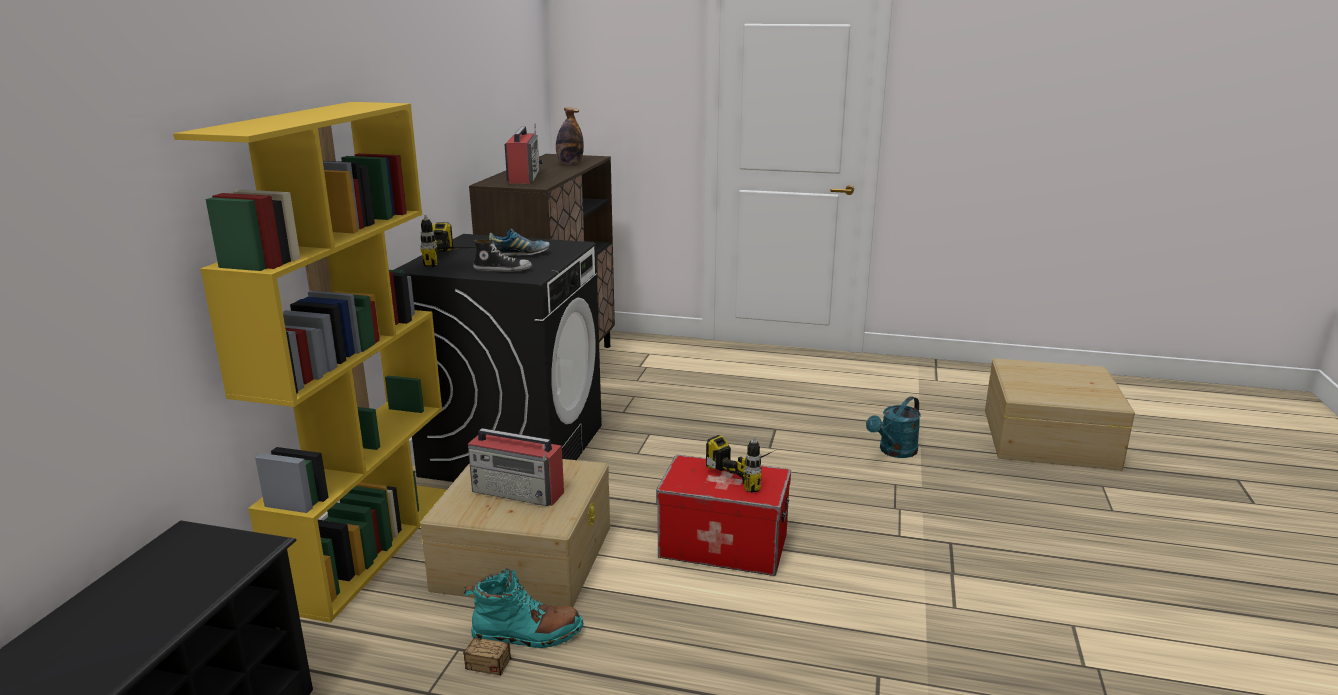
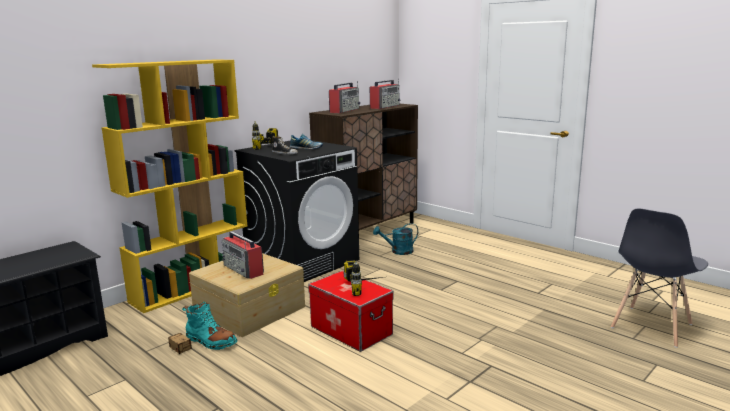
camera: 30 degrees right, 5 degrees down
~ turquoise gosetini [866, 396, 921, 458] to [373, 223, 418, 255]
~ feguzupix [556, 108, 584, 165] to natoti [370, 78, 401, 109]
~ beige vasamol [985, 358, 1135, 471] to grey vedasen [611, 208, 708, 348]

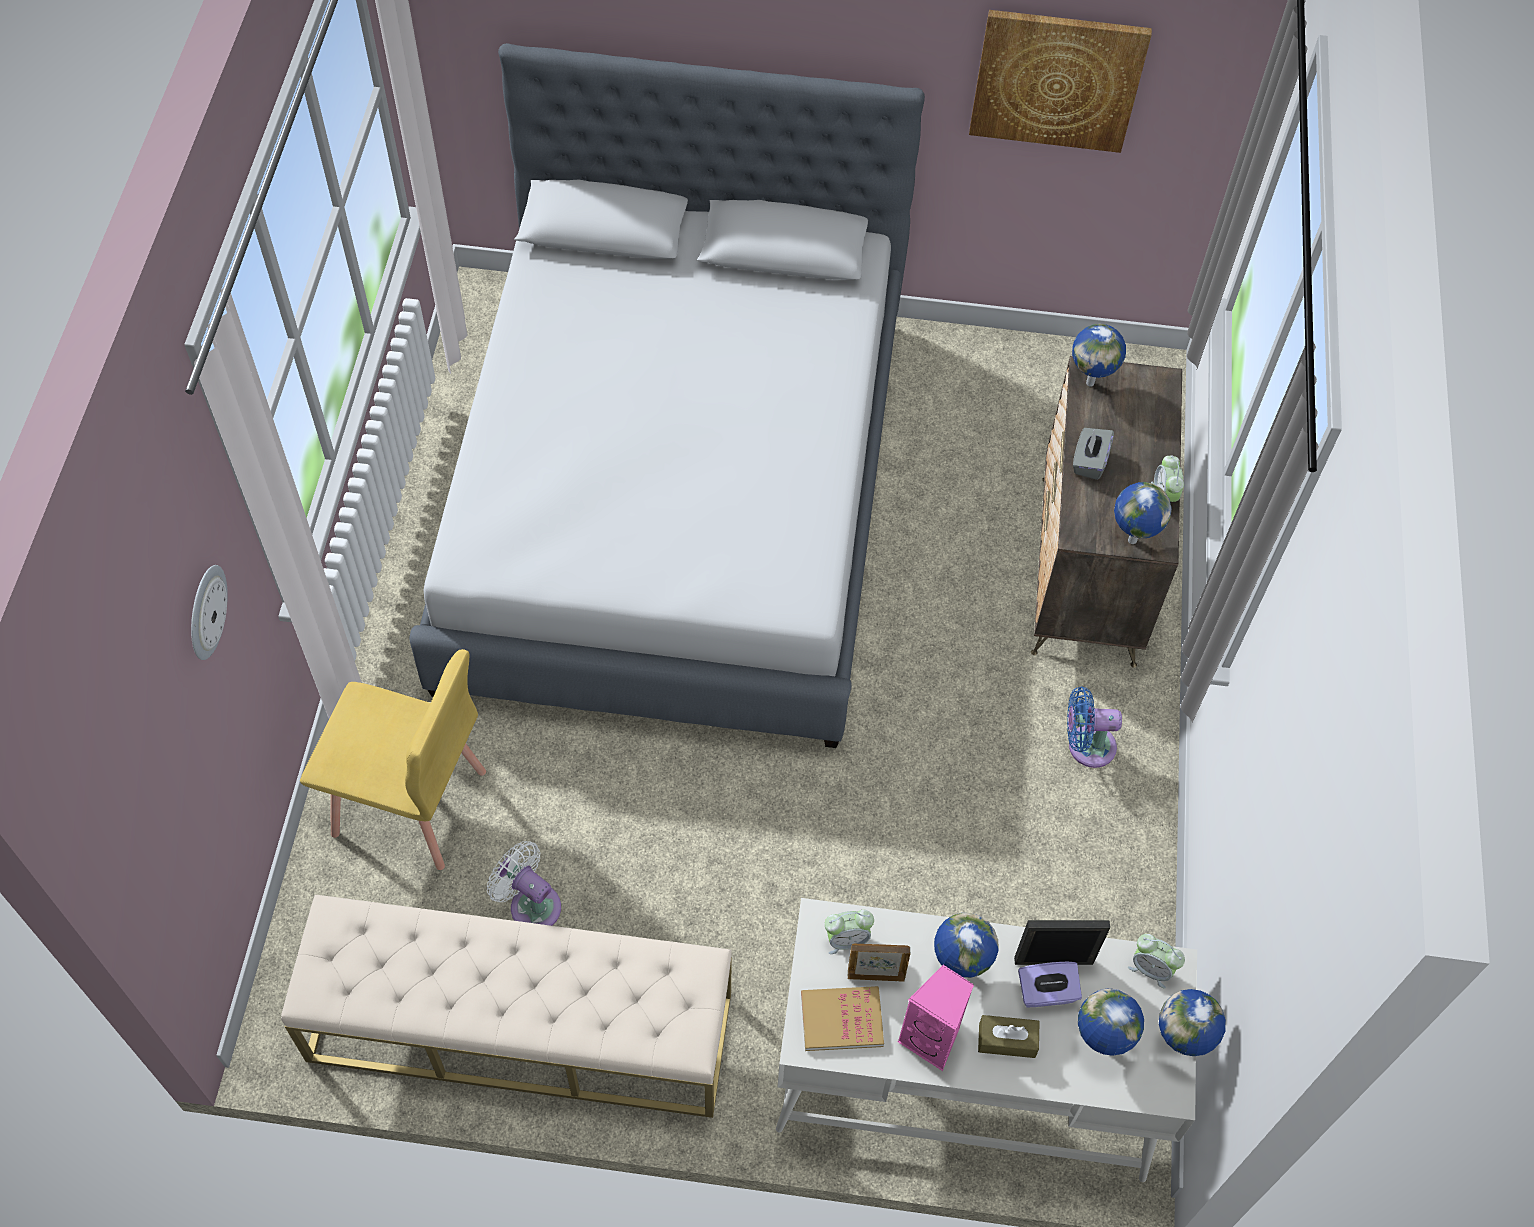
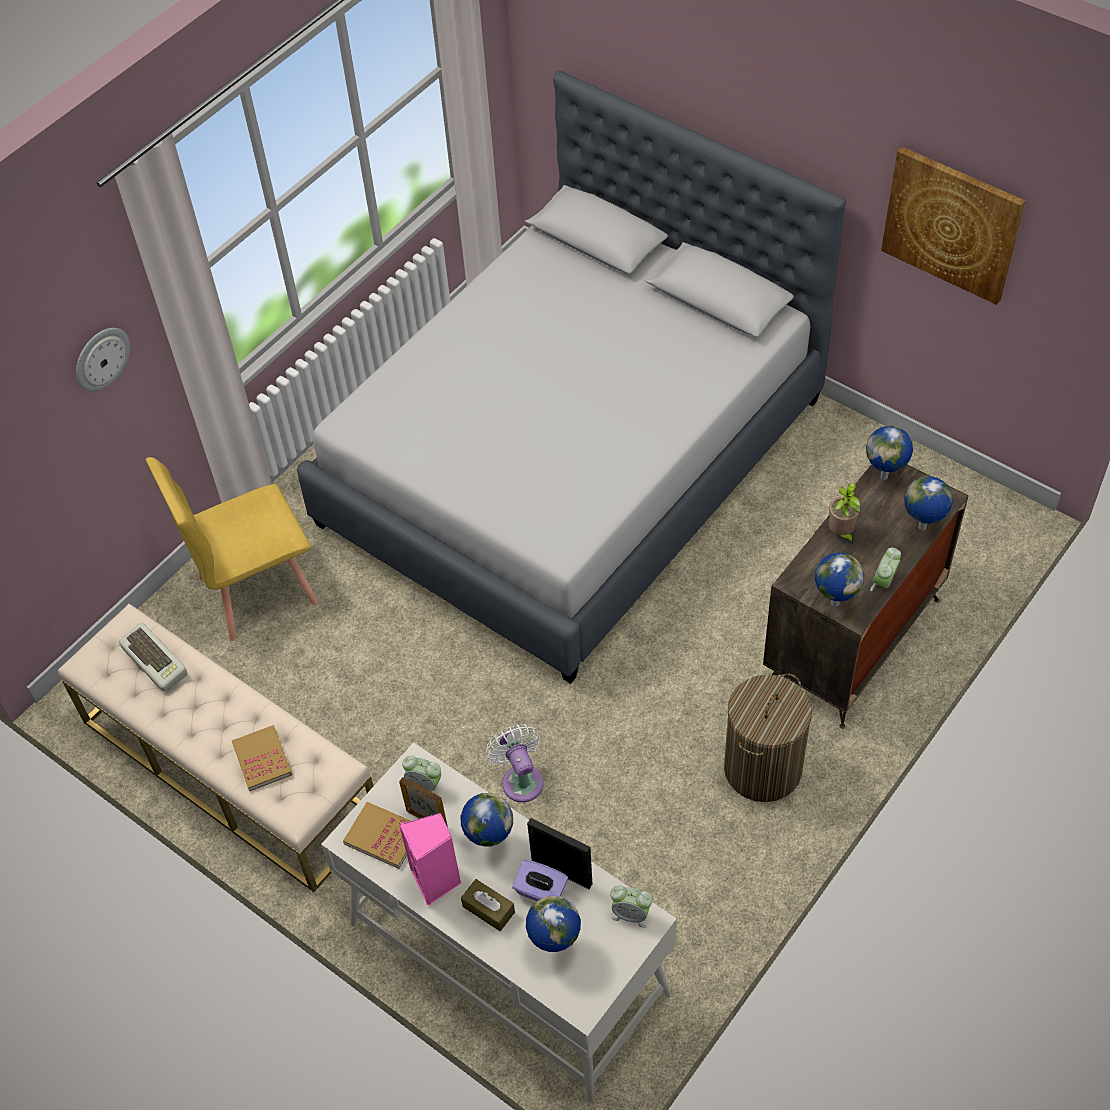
camera: 35 degrees right, 5 degrees down
+ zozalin [119, 623, 187, 691]
+ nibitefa [232, 725, 292, 791]
~ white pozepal [487, 841, 561, 926] to [486, 724, 544, 802]
~ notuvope [1159, 989, 1226, 1056] to [904, 476, 953, 530]
~ blue pozepal [1067, 686, 1122, 768] to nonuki [724, 674, 812, 802]
~ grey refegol [1073, 428, 1114, 480] to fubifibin [829, 483, 861, 544]
~ yellow vedasen [300, 649, 486, 870] = [145, 457, 318, 641] 105 degrees clockwise
~ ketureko [1128, 934, 1185, 989] = [610, 885, 653, 928] 45 degrees counterclockwise

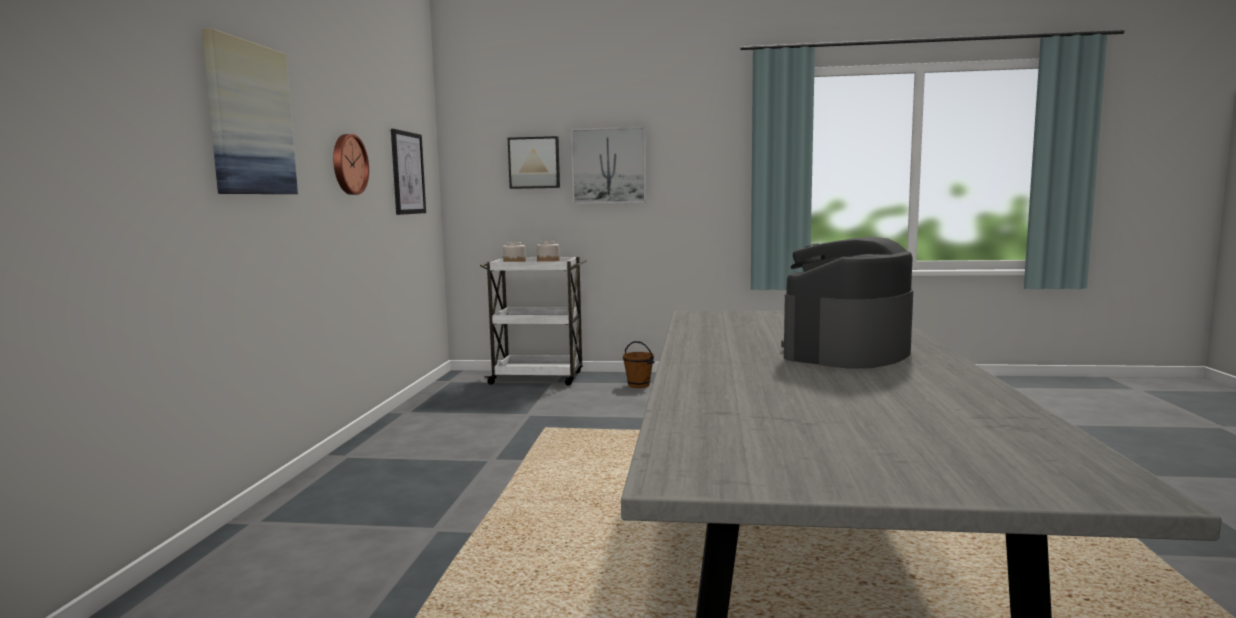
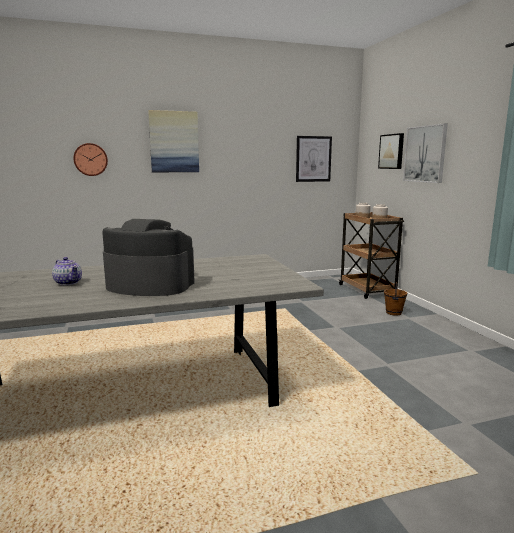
camera: 65 degrees right, 5 degrees up
+ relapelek [52, 257, 82, 285]
~ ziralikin [333, 134, 369, 195] to [73, 143, 108, 176]
~ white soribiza [480, 257, 587, 386] to brown soribiza [339, 212, 404, 299]

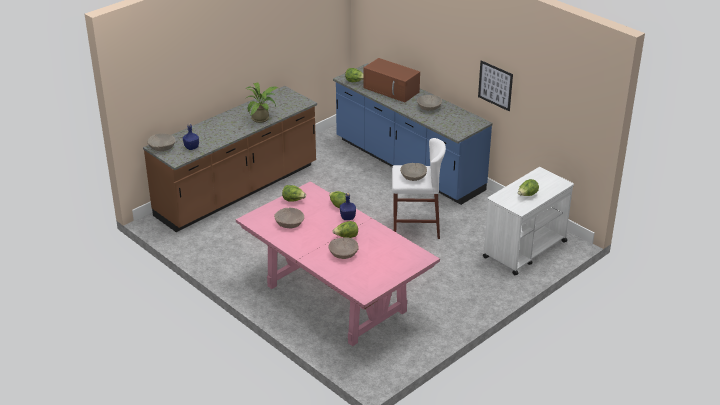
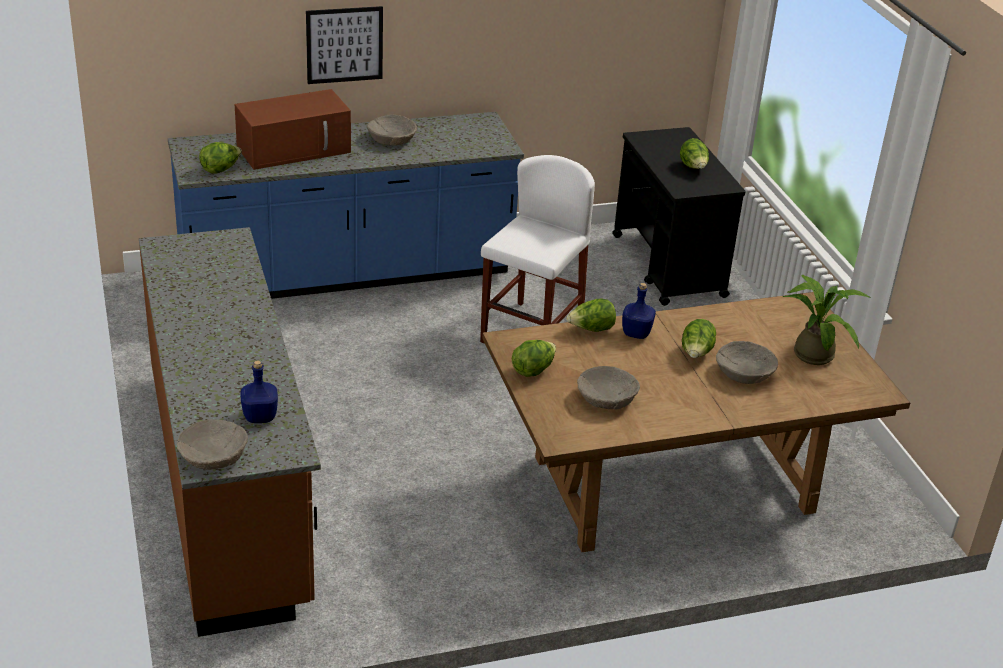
camera: 65 degrees left, 0 degrees up
- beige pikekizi [400, 163, 427, 181]
~ fubifibin [245, 83, 278, 123] to [783, 274, 871, 365]
~ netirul [478, 60, 513, 111] to [306, 6, 383, 84]
~ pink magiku [236, 181, 440, 346] to brown magiku [482, 292, 910, 552]
~ white soribiza [483, 167, 574, 275] to black soribiza [612, 127, 746, 306]

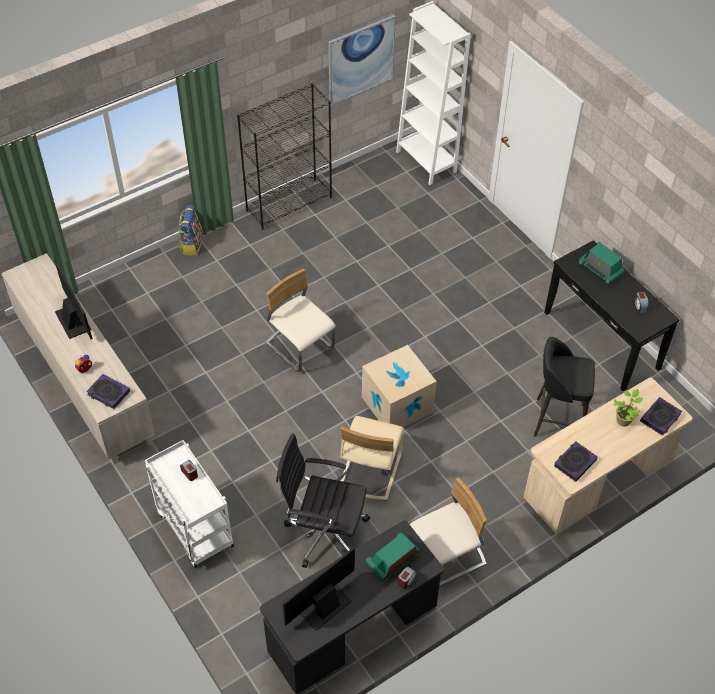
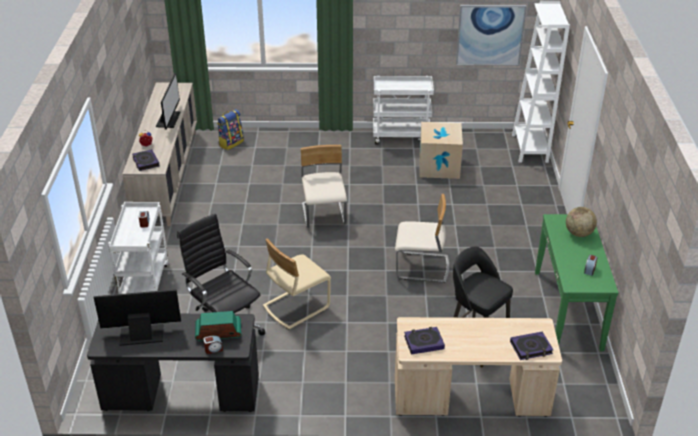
camera: 35 degrees right, 15 degrees down
- fubifibin [613, 389, 643, 427]
~ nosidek [178, 205, 203, 255] to [217, 109, 244, 150]
~ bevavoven [362, 345, 437, 427] to [419, 122, 463, 179]
~ beige vedasen [410, 477, 487, 586] to [395, 194, 449, 283]
~ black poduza [237, 83, 332, 230] to white soribiza [373, 76, 434, 145]
~ natoti [578, 242, 624, 284] to notuvope [566, 207, 597, 237]
~ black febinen [544, 240, 679, 391] to green febinen [535, 214, 619, 351]

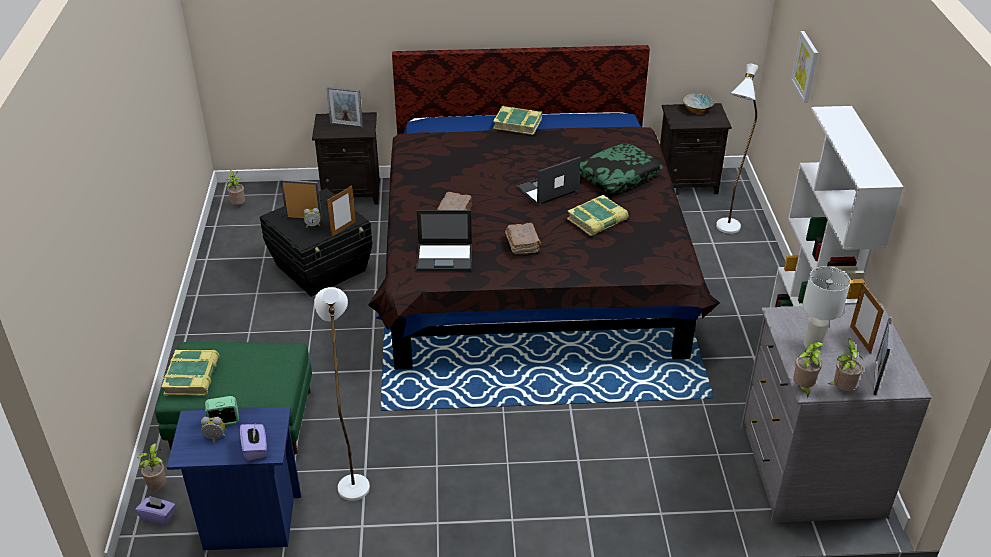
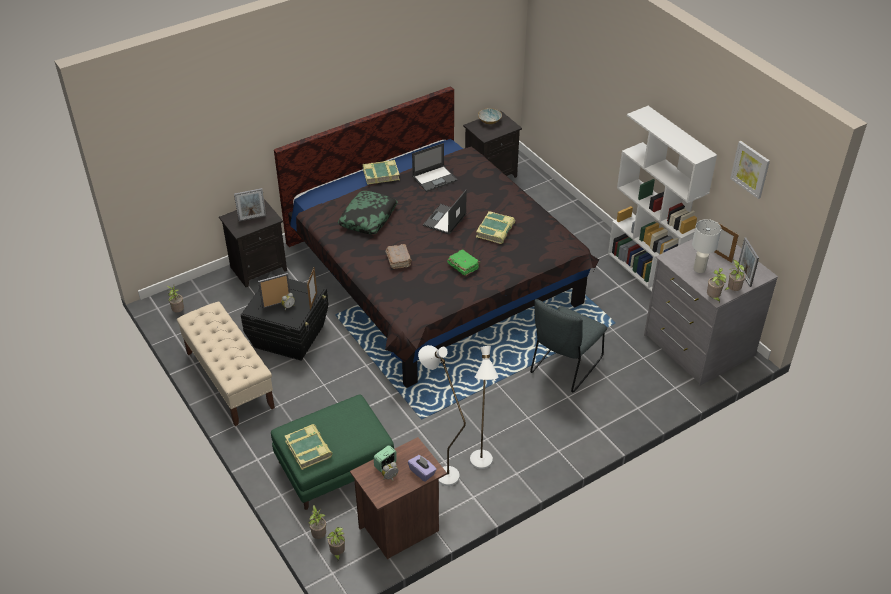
camera: 30 degrees left, 5 degrees up
+ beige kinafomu [177, 302, 275, 426]
+ grey vedasen [530, 299, 607, 393]
~ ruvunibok [416, 210, 472, 271] to [412, 143, 457, 192]
~ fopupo [580, 144, 663, 193] to [338, 191, 398, 234]
~ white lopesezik [716, 64, 758, 234] to [470, 346, 499, 469]
~ netirul [791, 31, 818, 103] to [730, 141, 770, 199]
~ purple refegol [135, 496, 176, 526] to fubifibin [326, 527, 345, 561]
~ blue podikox [167, 407, 301, 550] to brown podikox [350, 437, 447, 559]
~ brown nibitefa [505, 223, 541, 255] to green nibitefa [447, 249, 480, 276]

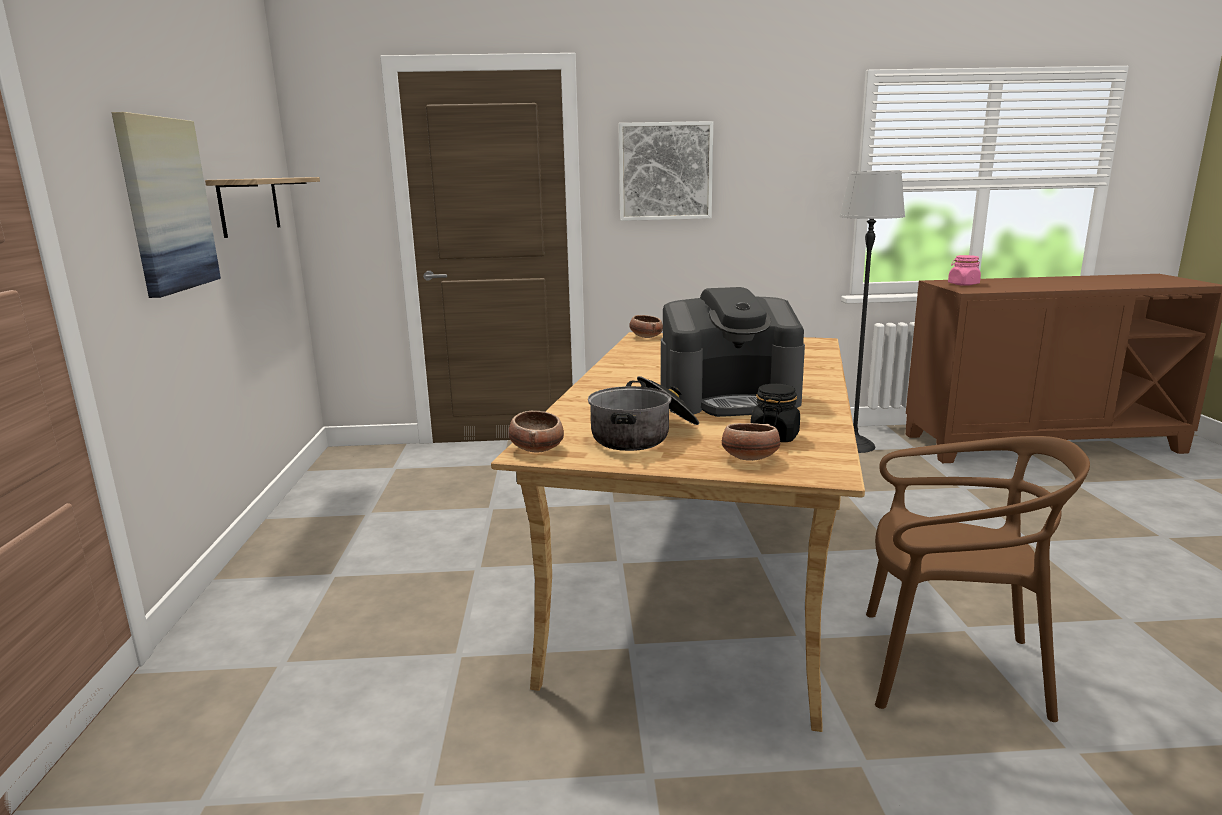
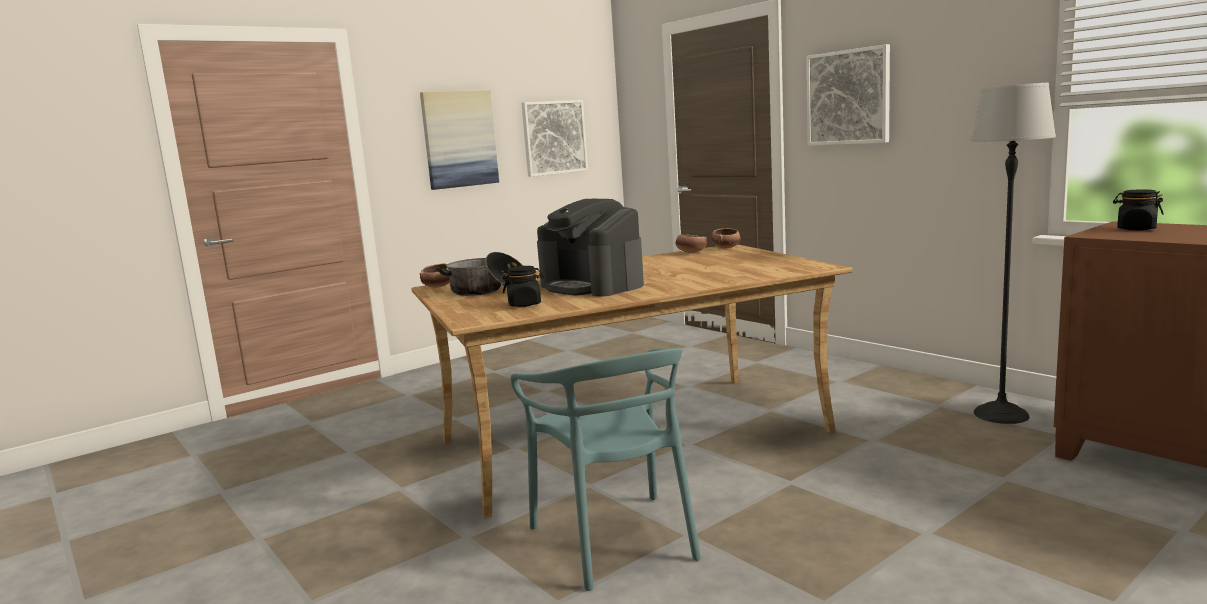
camera: 55 degrees right, 5 degrees down
~ pikekizi [722, 423, 780, 461] to [675, 235, 707, 253]
~ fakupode [205, 177, 320, 238] to netirul [521, 100, 588, 177]
~ brown vedasen [866, 436, 1090, 722] to turquoise vedasen [511, 348, 701, 591]
~ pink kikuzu [948, 255, 981, 286] to black kikuzu [1113, 190, 1164, 230]

